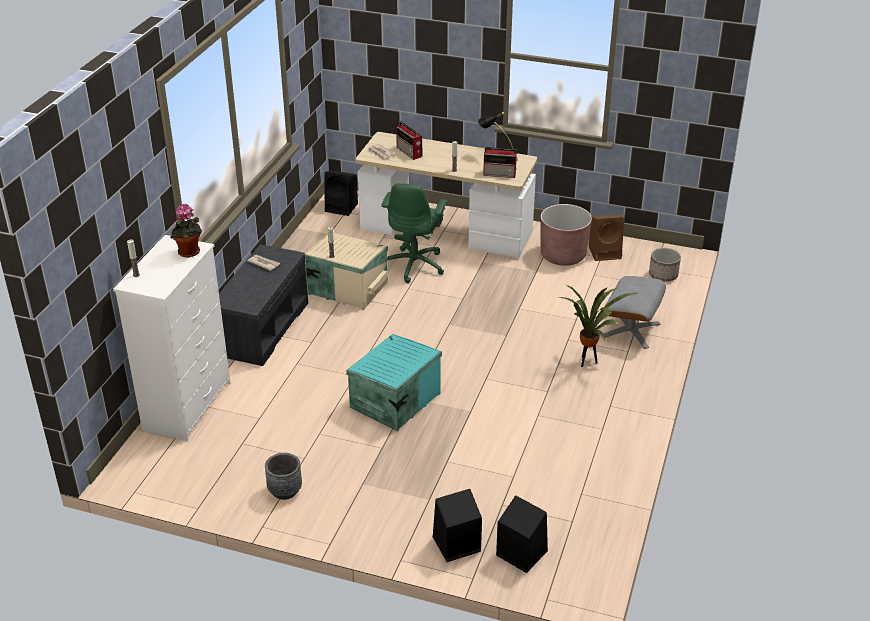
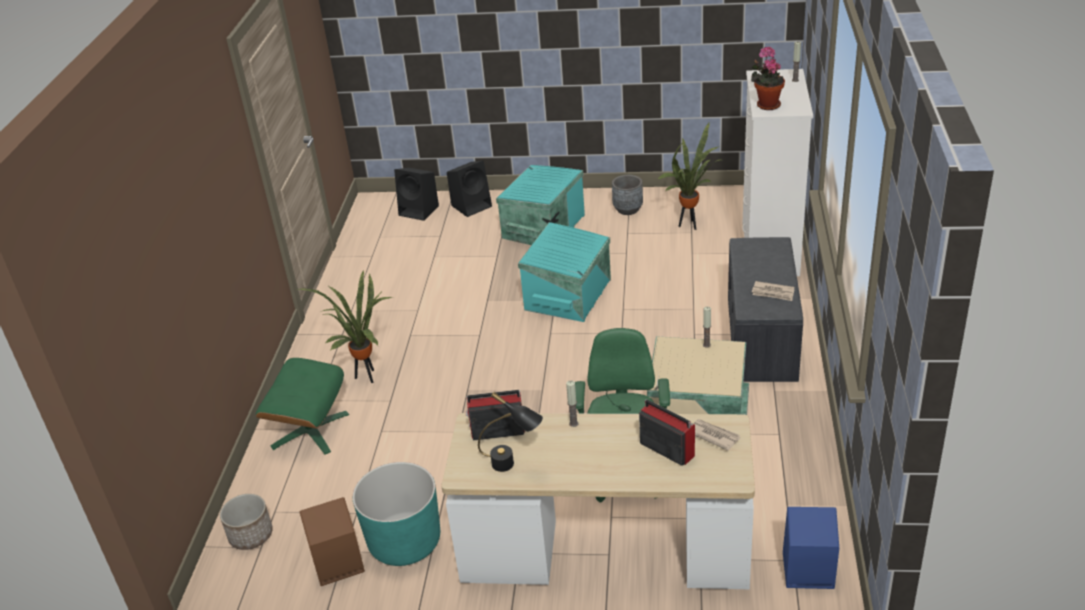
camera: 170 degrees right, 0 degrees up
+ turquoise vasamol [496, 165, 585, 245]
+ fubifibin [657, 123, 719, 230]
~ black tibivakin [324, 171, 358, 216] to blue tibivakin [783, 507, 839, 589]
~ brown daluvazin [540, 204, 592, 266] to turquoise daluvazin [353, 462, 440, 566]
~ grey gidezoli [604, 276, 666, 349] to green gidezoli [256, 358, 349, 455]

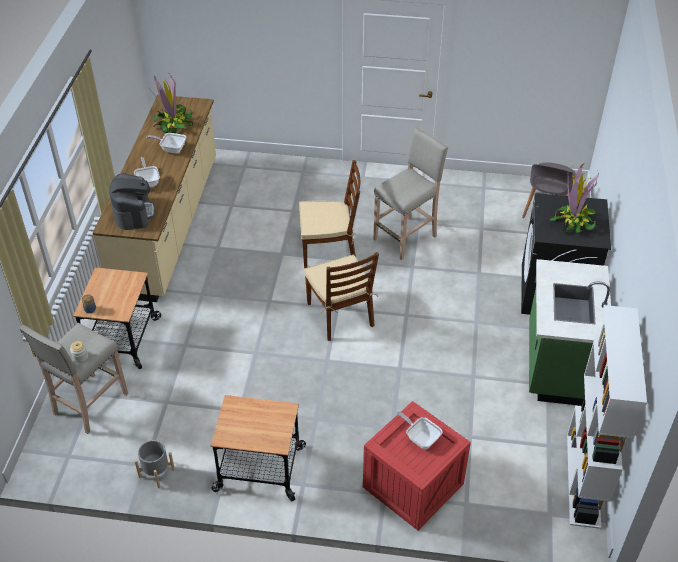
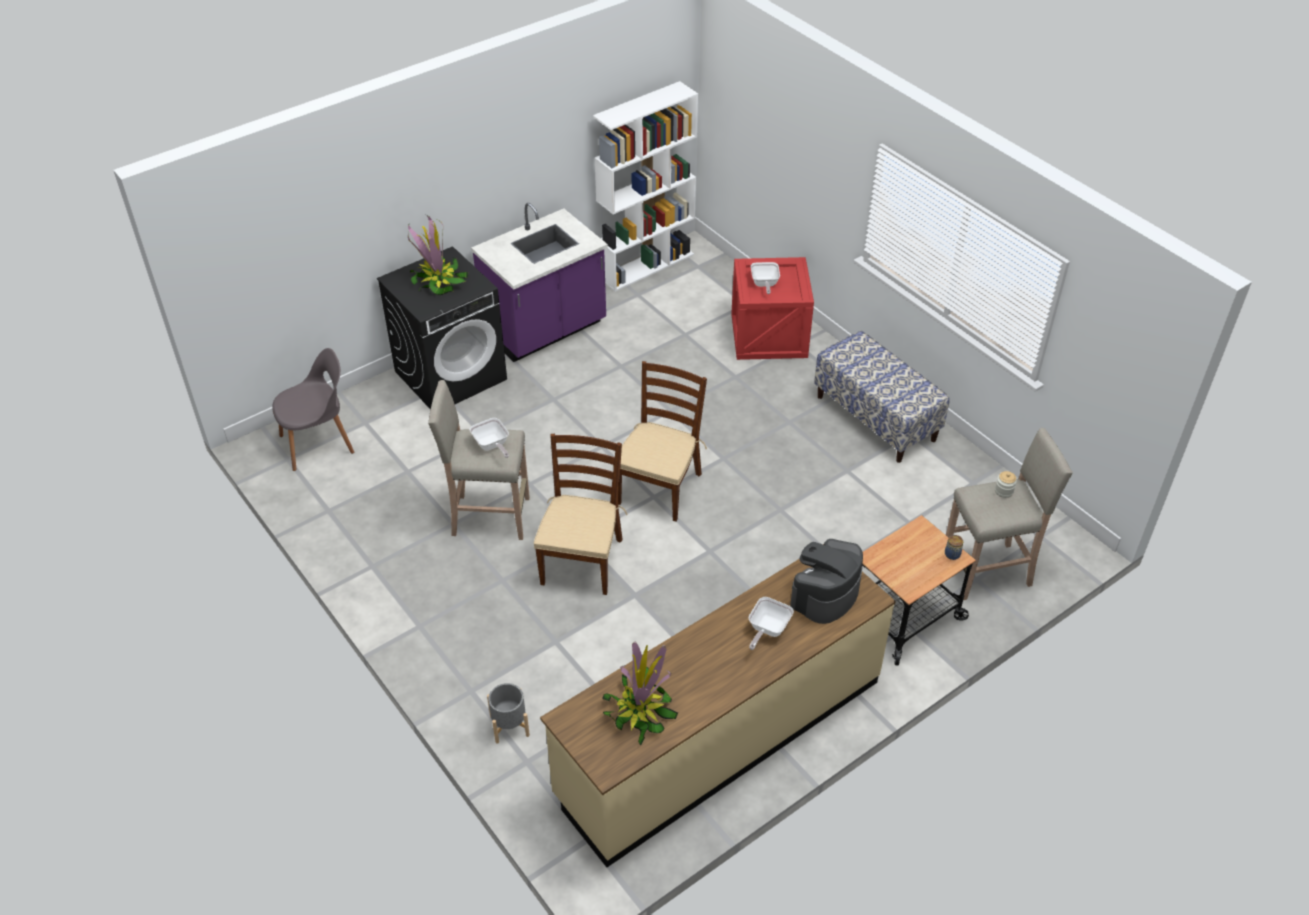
camera: 135 degrees left, 0 degrees up
~ grey daluvazin [134, 440, 175, 488] to [487, 683, 530, 744]
~ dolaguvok [146, 133, 186, 154] to [470, 418, 509, 458]
~ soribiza [211, 395, 306, 501] to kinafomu [814, 331, 950, 463]
~ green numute [529, 259, 611, 406] to purple numute [471, 203, 608, 362]
~ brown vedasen [299, 160, 360, 268] = [534, 434, 627, 595] 60 degrees clockwise

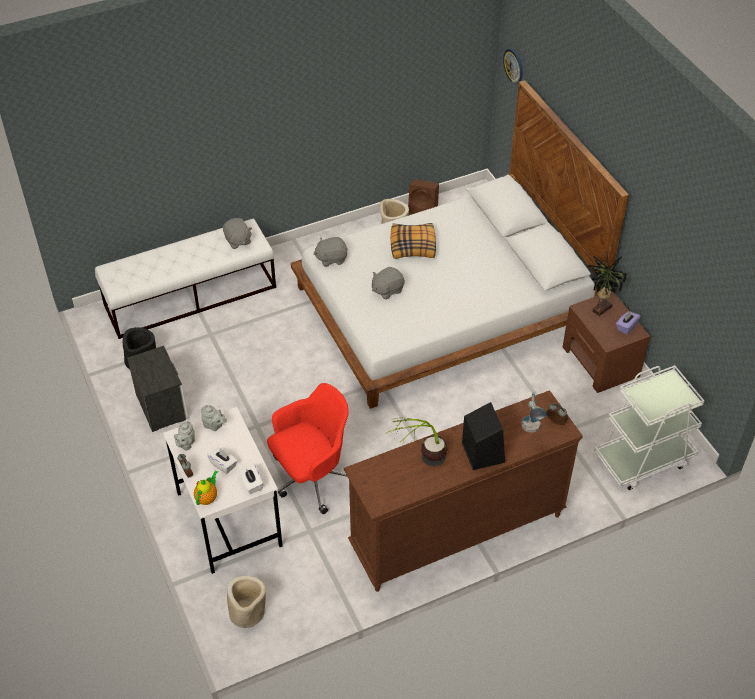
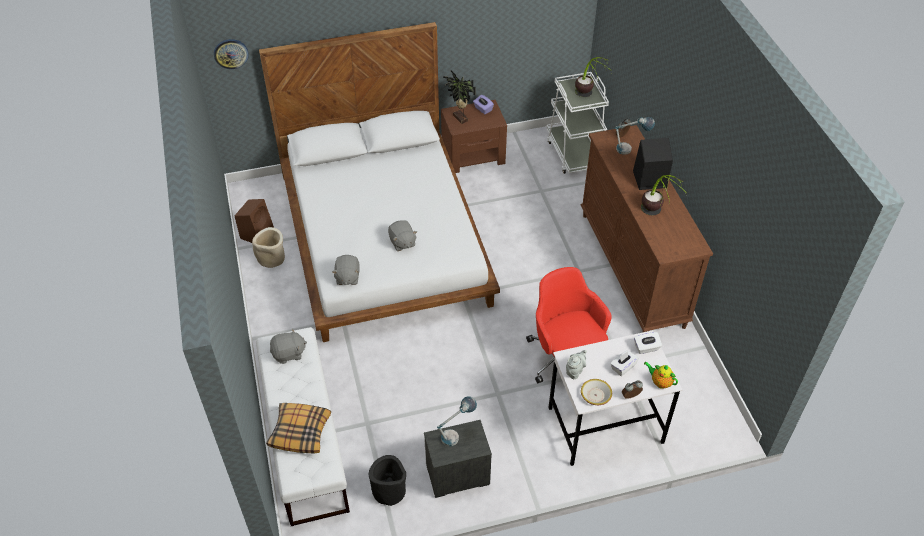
camera: 80 degrees left, 0 degrees up
- beige daluvazin [227, 576, 266, 628]
+ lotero [437, 396, 477, 446]
+ fubifibin [575, 57, 612, 97]
~ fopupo [391, 223, 436, 259] to [266, 403, 331, 454]
~ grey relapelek [174, 421, 195, 451] to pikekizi [581, 379, 612, 405]

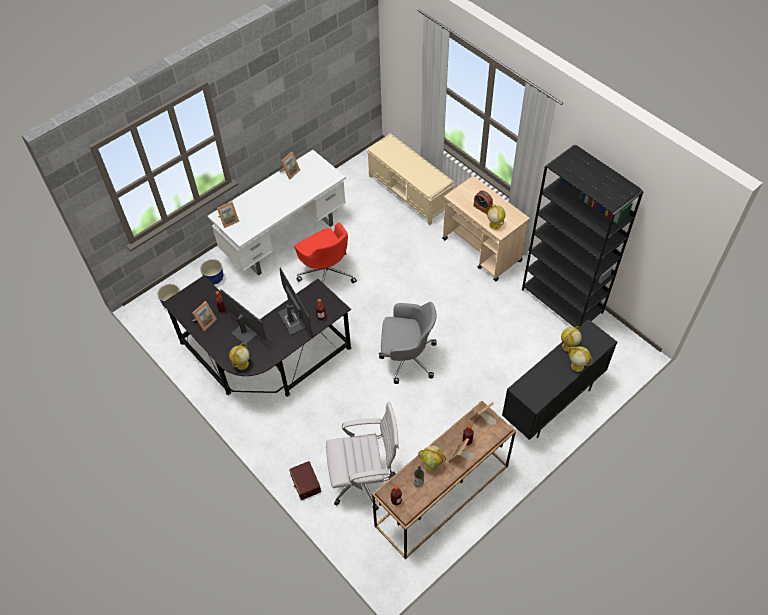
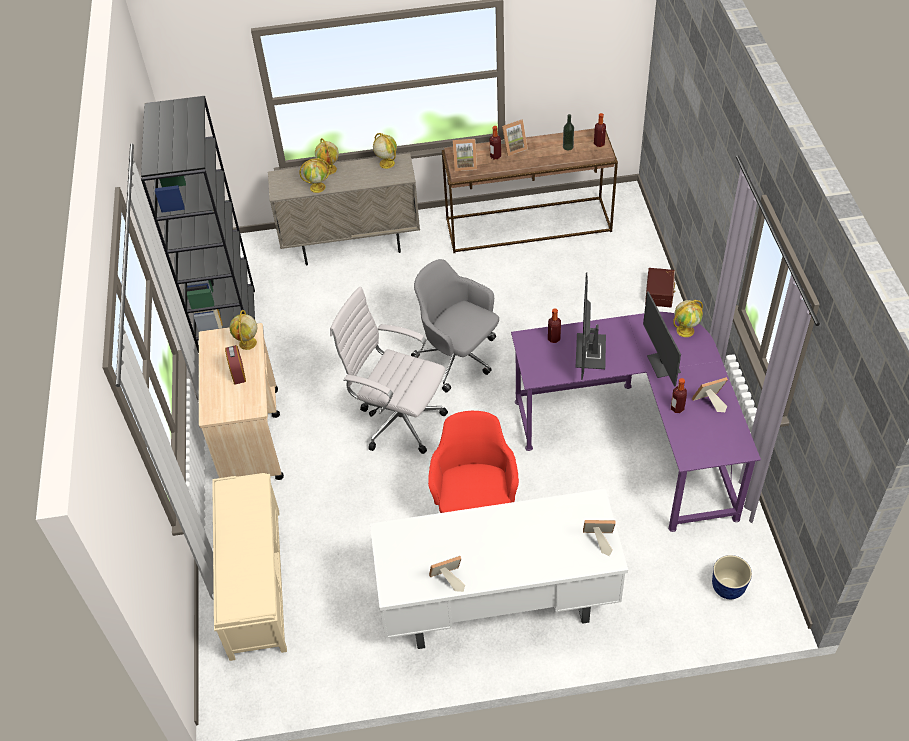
camera: 145 degrees left, 5 degrees down
- daluvazin [200, 259, 223, 284]
~ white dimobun [326, 402, 399, 511] to [330, 287, 448, 454]
~ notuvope [418, 445, 446, 471] to [373, 133, 397, 169]
~ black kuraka [162, 275, 351, 397] to purple kuraka [511, 312, 761, 532]
~ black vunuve [502, 319, 617, 440] to beige vunuve [268, 153, 420, 266]

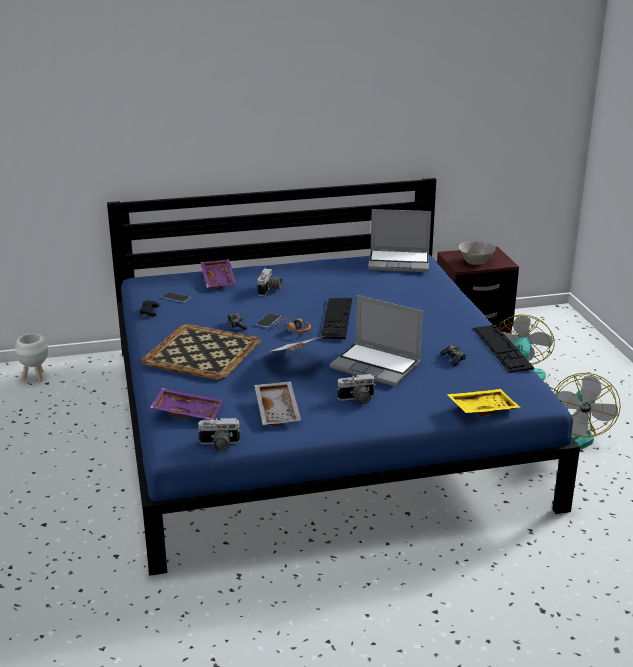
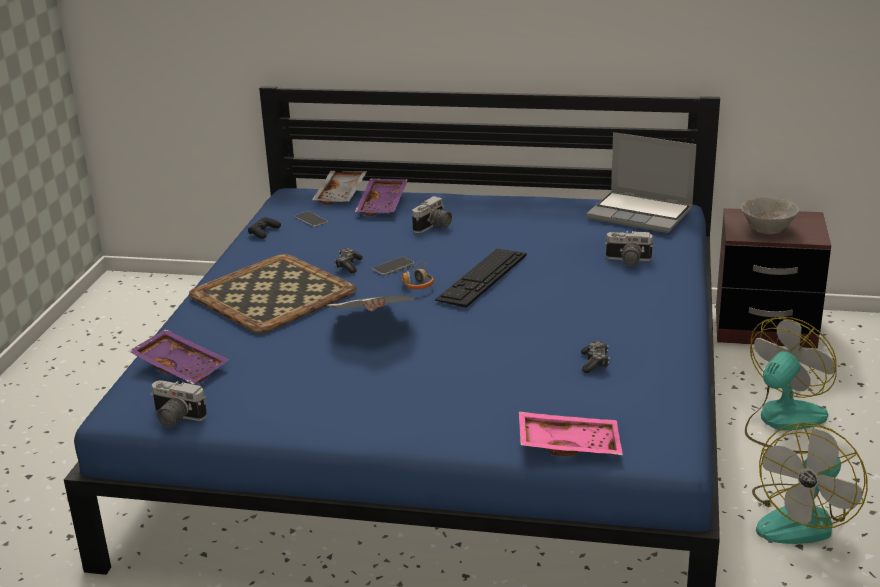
camera: 25 degrees right, 0 degrees up
- white daluvazin [15, 333, 48, 382]
- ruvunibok [330, 295, 423, 386]
- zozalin [473, 325, 534, 372]
~ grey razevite [254, 381, 301, 426] to [312, 171, 367, 205]
~ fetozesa [337, 374, 376, 405] to [605, 231, 653, 266]
~ yellow razevite [447, 389, 521, 416] to pink razevite [519, 411, 623, 456]

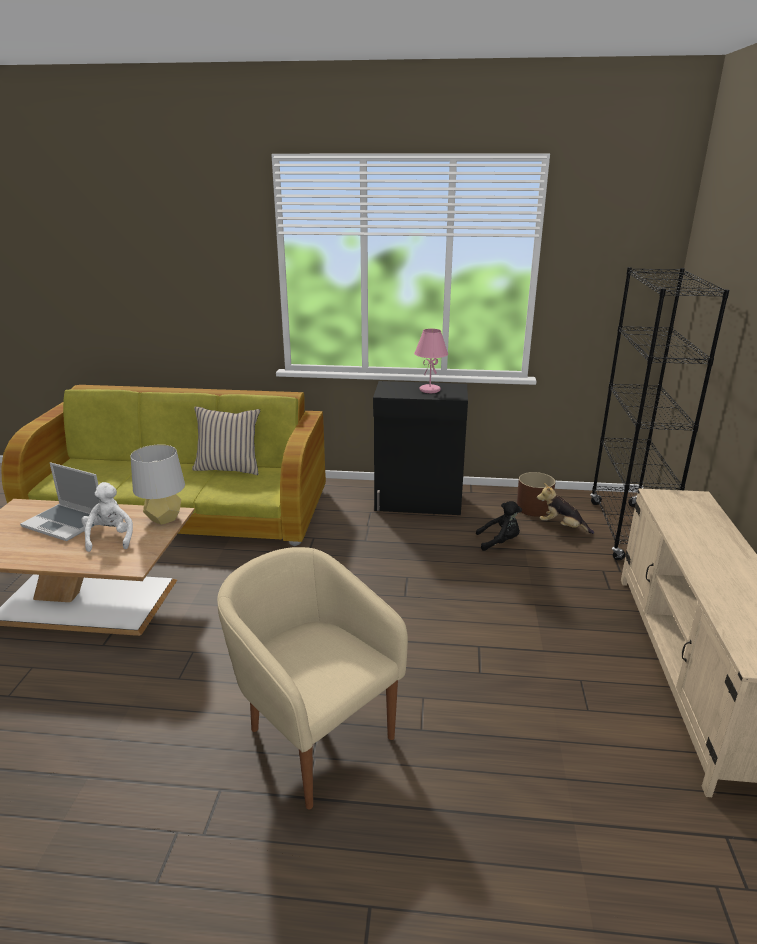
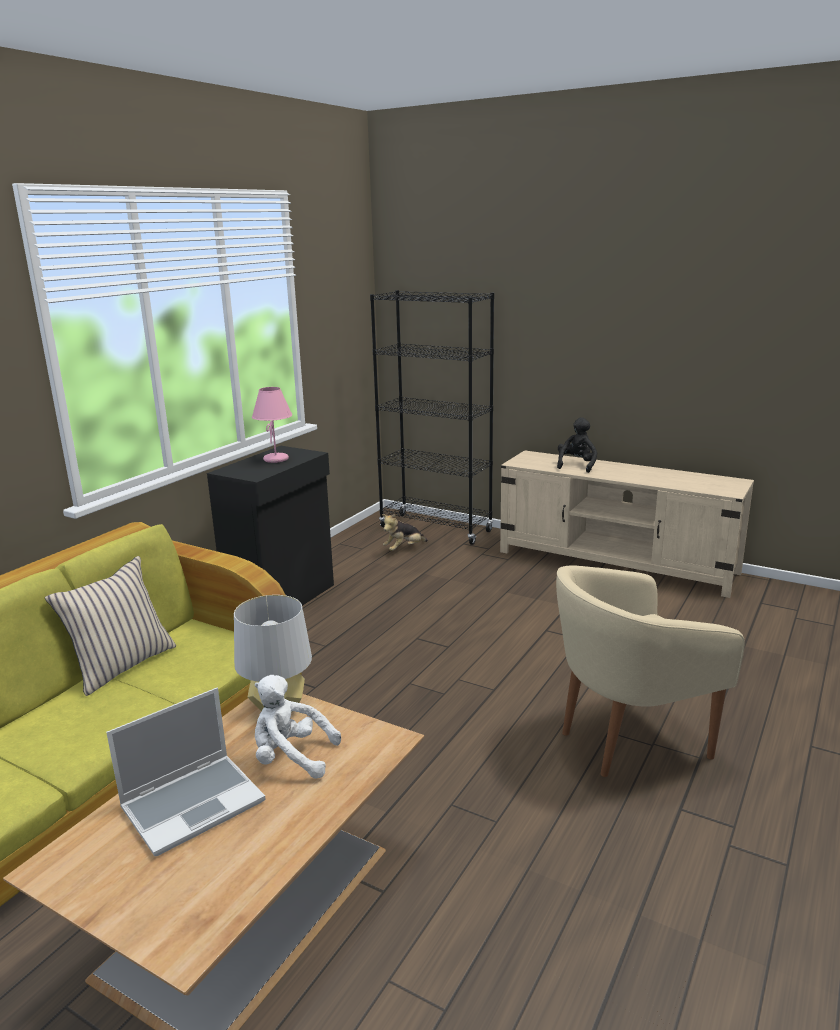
camera: 65 degrees left, 5 degrees down
- brown daluvazin [517, 472, 556, 517]
~ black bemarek [476, 501, 522, 551] to [557, 417, 597, 473]

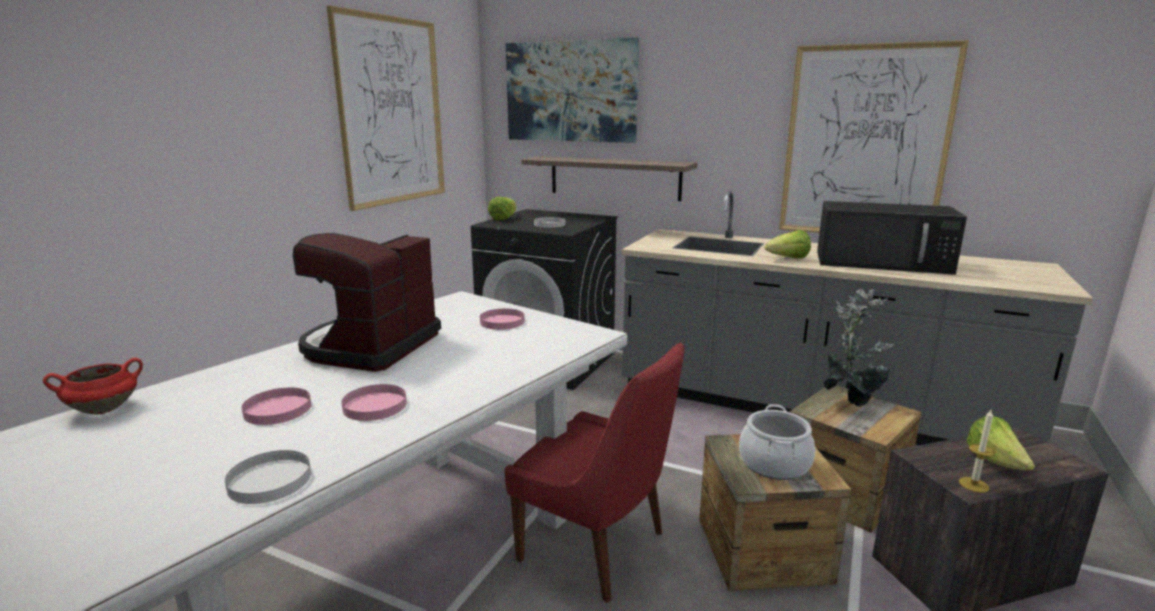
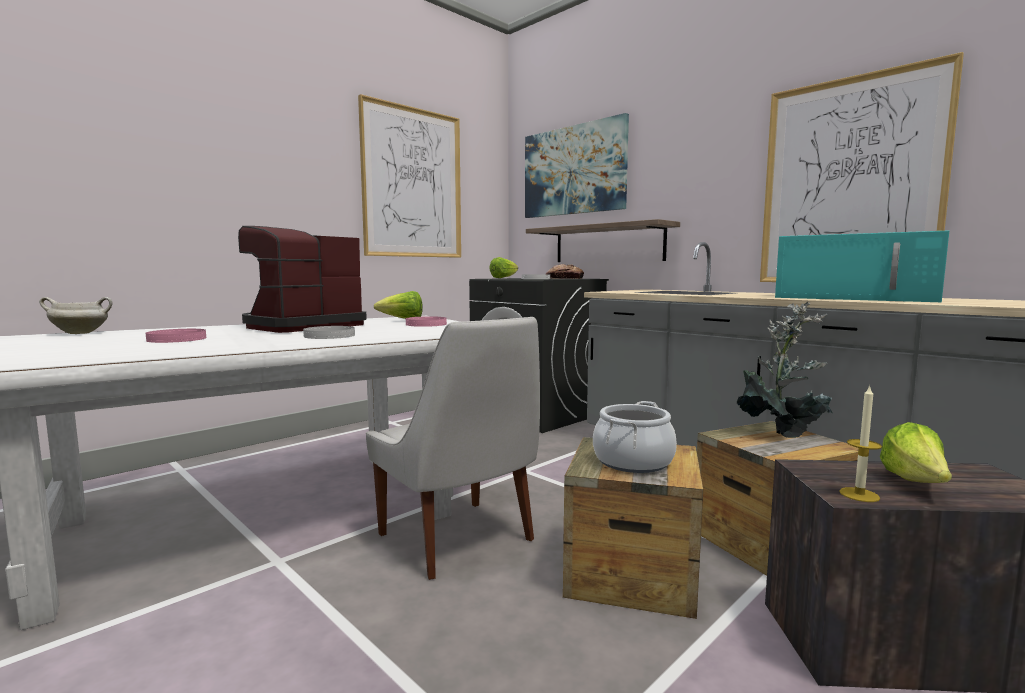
camera: 20 degrees right, 10 degrees down
- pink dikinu [342, 384, 407, 421]
+ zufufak [546, 264, 584, 279]
~ white dikinu [225, 450, 311, 504] to [303, 326, 355, 339]
~ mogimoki [765, 230, 811, 259] to [374, 291, 422, 319]
~ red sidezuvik [43, 358, 143, 415] to white sidezuvik [39, 297, 113, 334]
~ red vedasen [505, 343, 684, 603] to white vedasen [366, 317, 540, 580]
~ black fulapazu [817, 201, 967, 275] to turquoise fulapazu [775, 230, 949, 302]

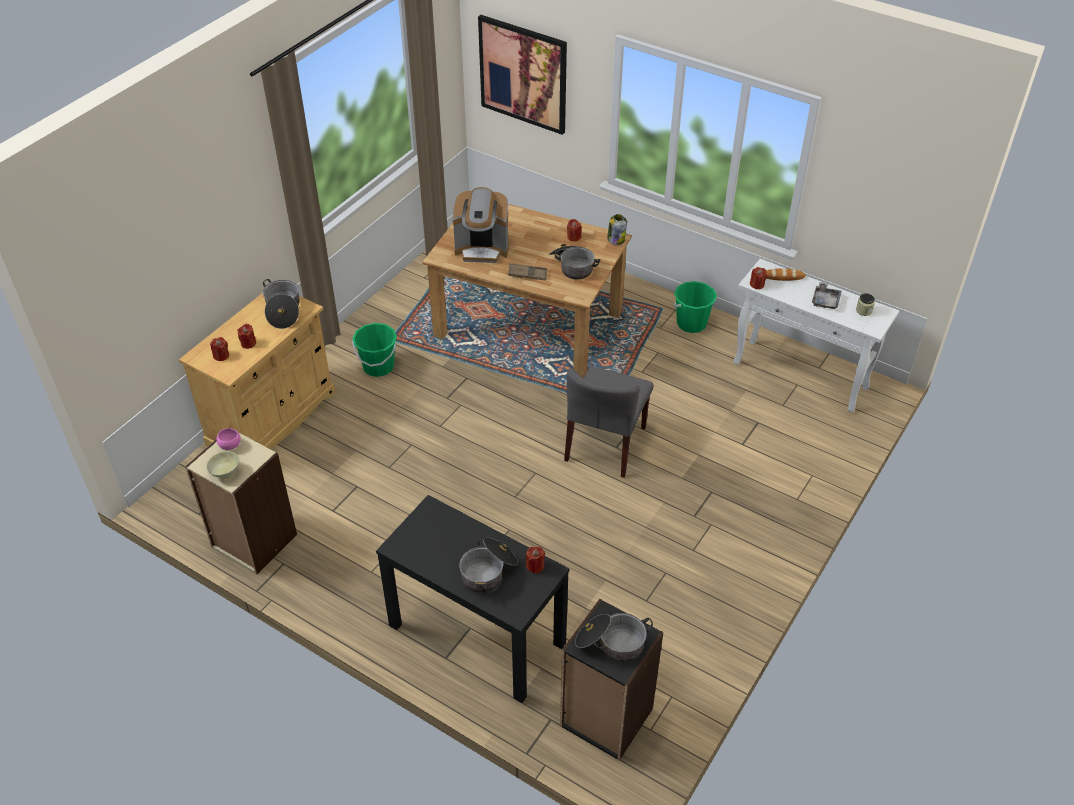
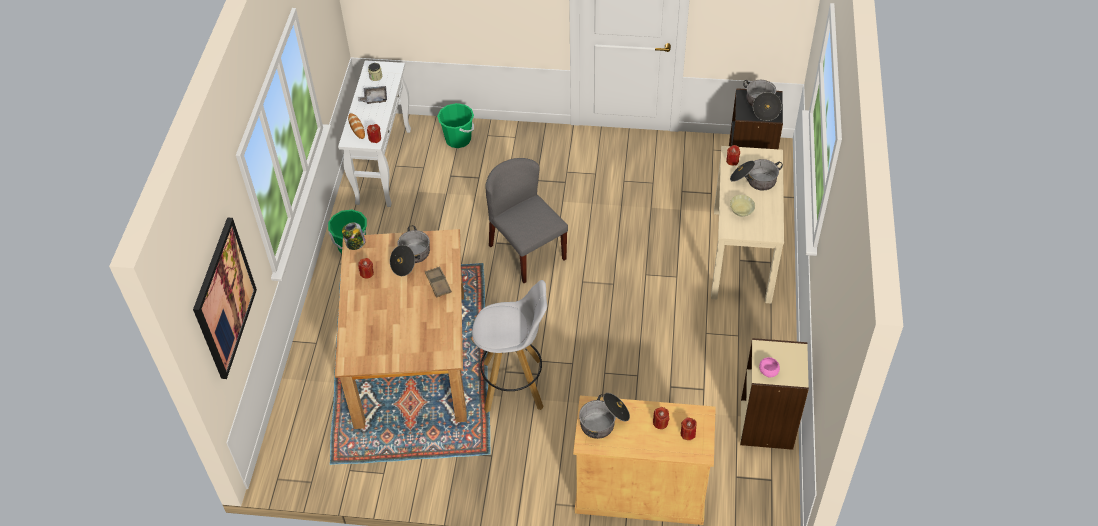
camera: 115 degrees left, 5 degrees up
- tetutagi [453, 187, 509, 263]
+ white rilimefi [472, 280, 547, 413]
~ beige pikekizi [206, 451, 239, 479] to [730, 195, 755, 217]
~ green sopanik [352, 323, 397, 377] to [437, 103, 474, 148]
~ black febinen [376, 495, 570, 703] to beige febinen [711, 146, 784, 304]
~ grey vedasen [564, 367, 654, 478] = [485, 158, 568, 283] 120 degrees counterclockwise

